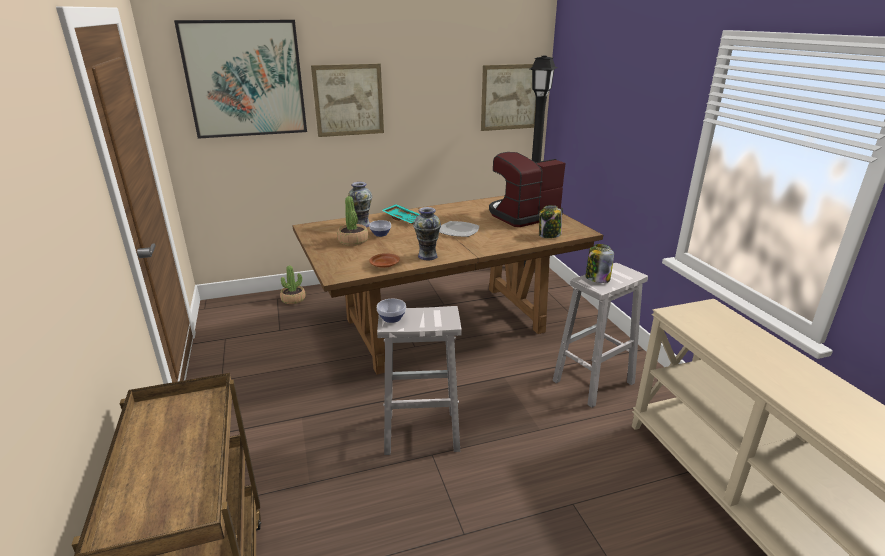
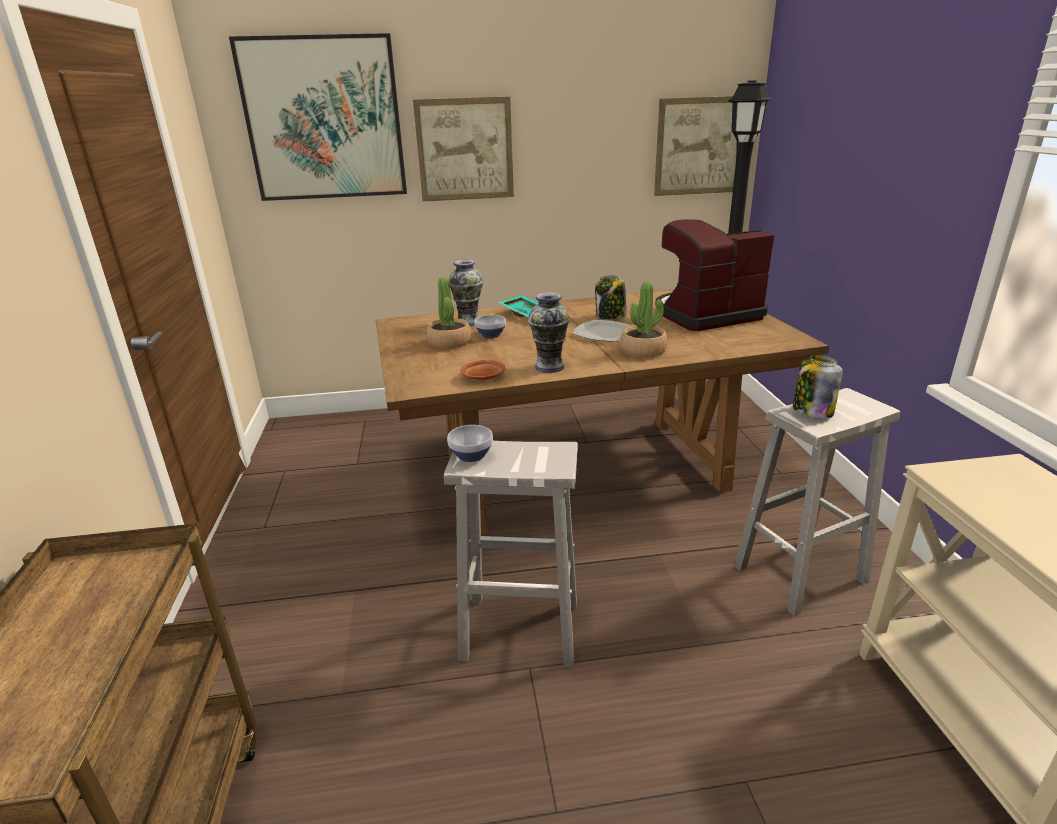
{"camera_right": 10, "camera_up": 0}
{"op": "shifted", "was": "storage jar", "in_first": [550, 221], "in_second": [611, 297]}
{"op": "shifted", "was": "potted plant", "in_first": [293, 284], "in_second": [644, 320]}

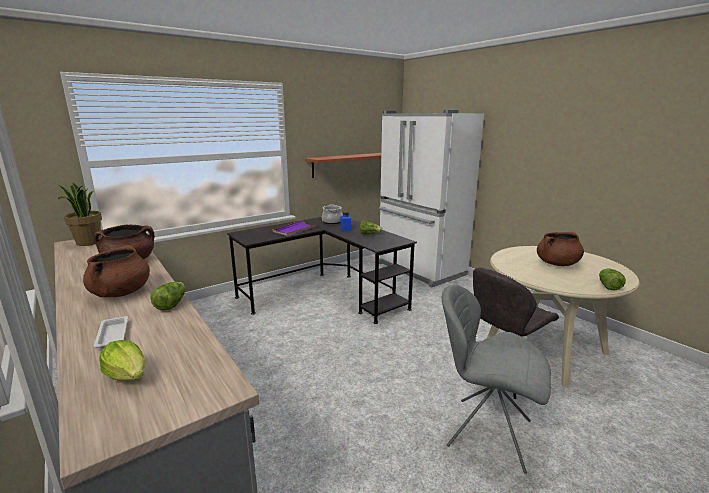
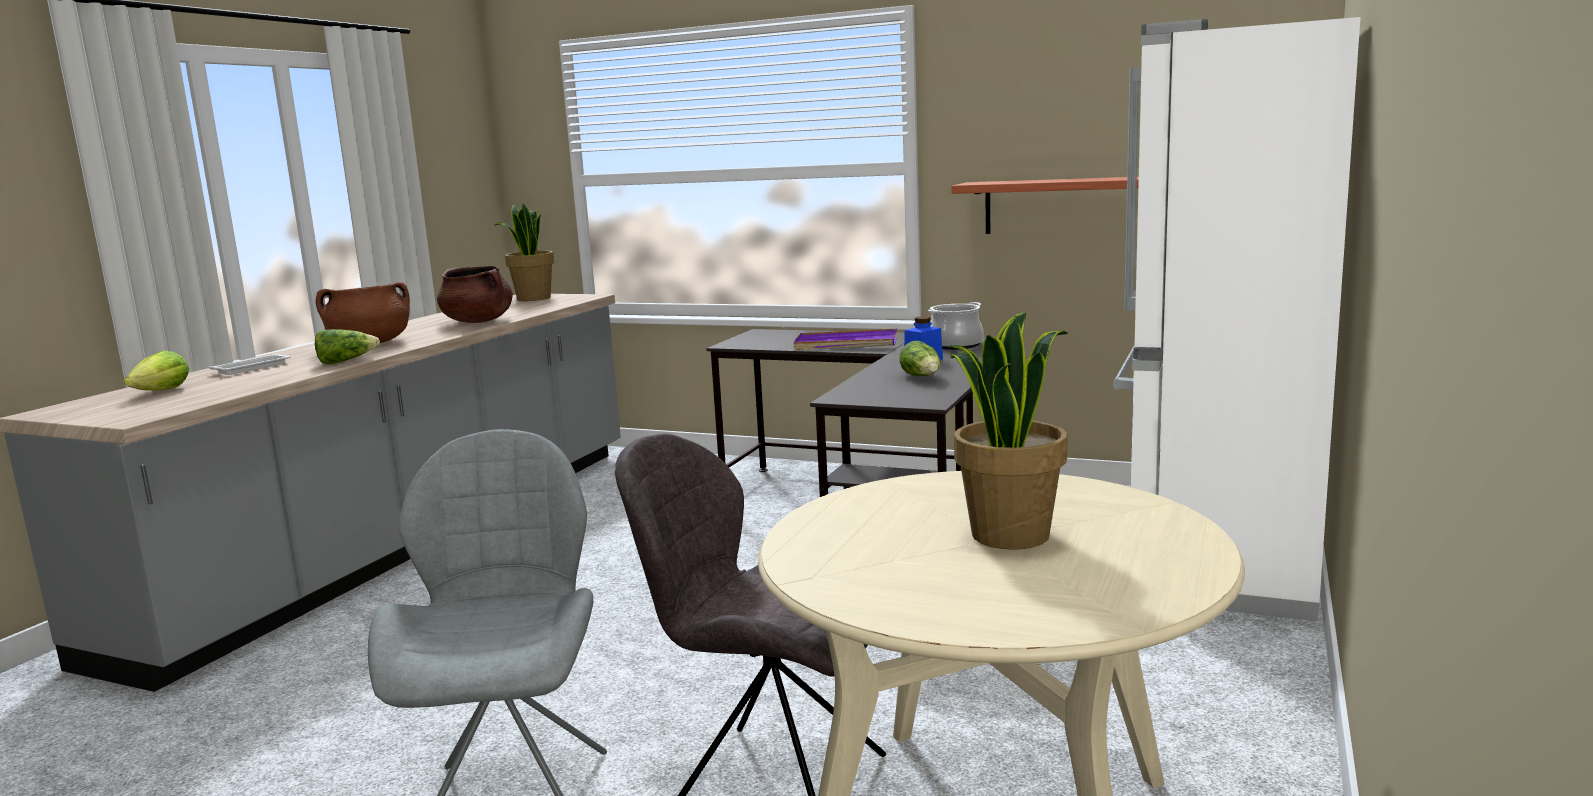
{"camera_right": 60, "camera_up": -5}
{"op": "swapped", "was": "brownish saucepot", "now": "potted plant", "in_first": [560, 249], "in_second": [1008, 431]}
{"op": "gone", "was": "lettuce", "in_first": [612, 279]}

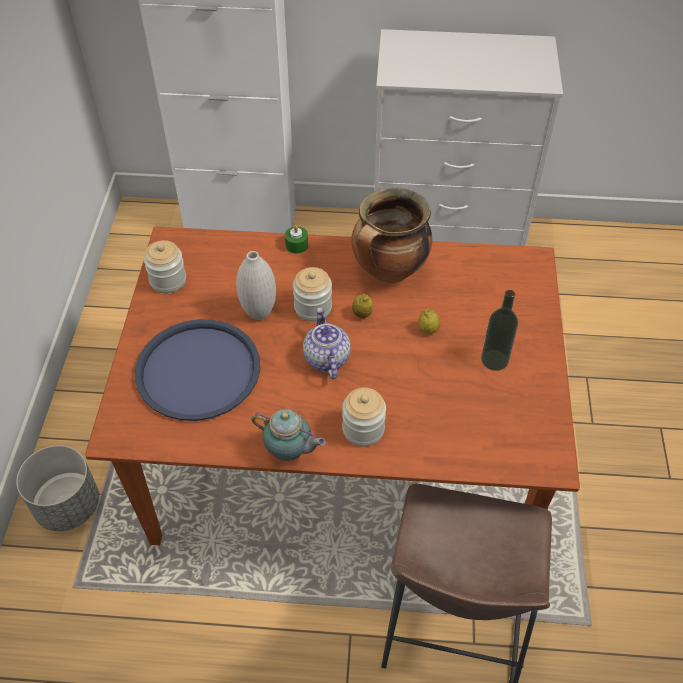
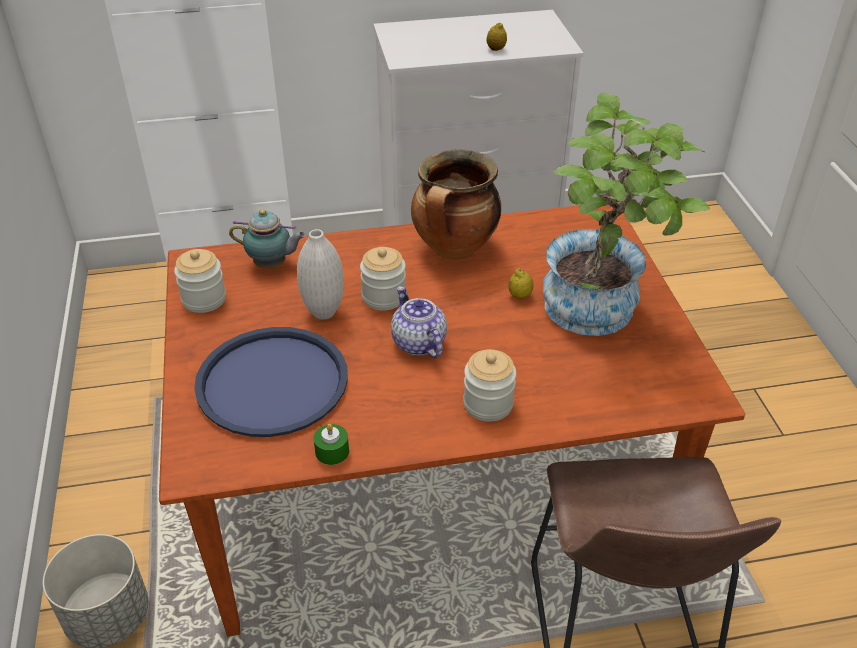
{"camera_right": -15, "camera_up": -10}
{"op": "shifted", "was": "tea pot", "in_first": [288, 435], "in_second": [267, 238]}
{"op": "shifted", "was": "greenish candle", "in_first": [296, 239], "in_second": [331, 444]}
{"op": "shifted", "was": "citrus fruit", "in_first": [362, 306], "in_second": [496, 36]}
{"op": "swapped", "was": "beverage bottle", "now": "potted plant", "in_first": [499, 330], "in_second": [626, 214]}

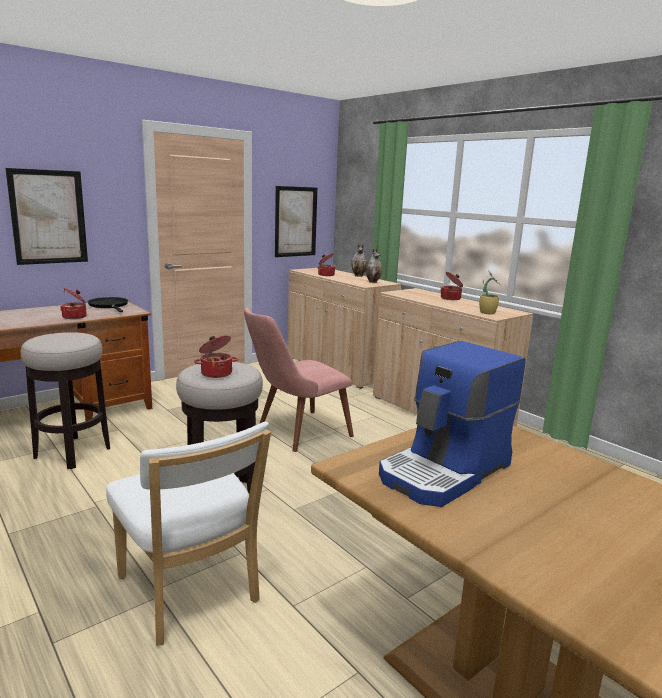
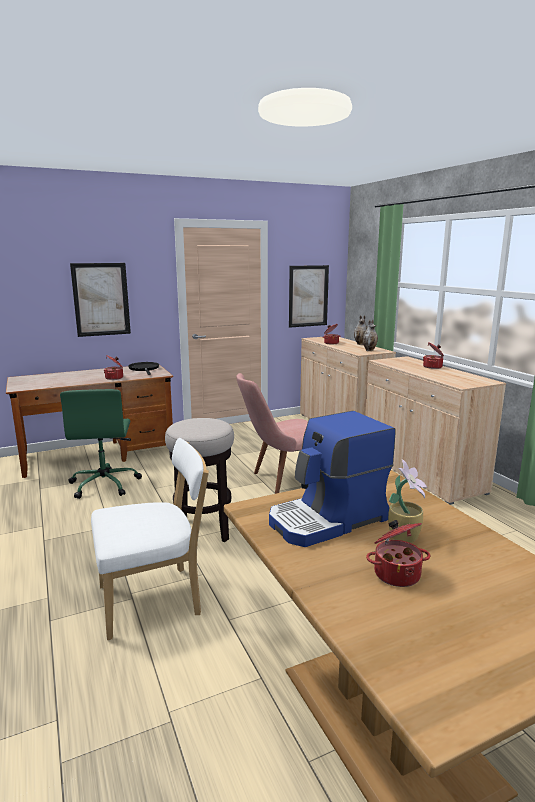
{"camera_right": 15, "camera_up": 0}
{"op": "swapped", "was": "stool seat", "now": "greenish computer chair", "in_first": [65, 400], "in_second": [101, 444]}
{"op": "rotated", "was": "whitish chair", "in_first": [188, 534], "in_second": [150, 539], "clockwise": -90}
{"op": "shifted", "was": "saucepot", "in_first": [216, 356], "in_second": [398, 553]}
{"op": "shifted", "was": "potted plant", "in_first": [490, 292], "in_second": [407, 501]}

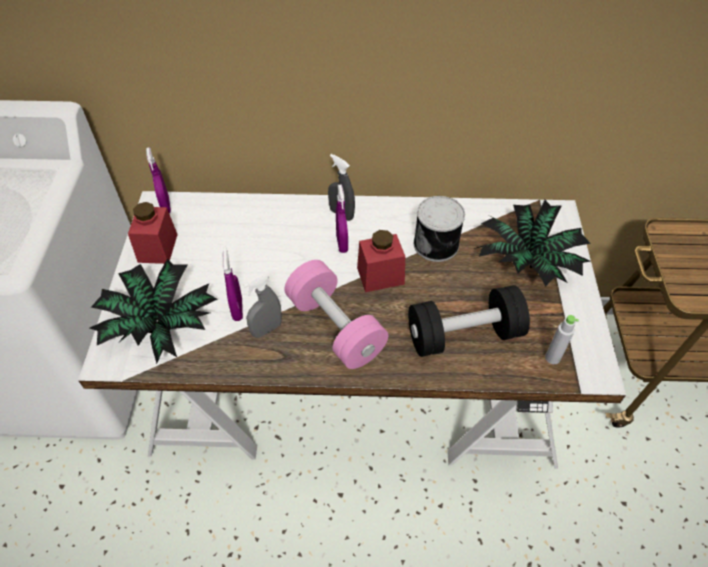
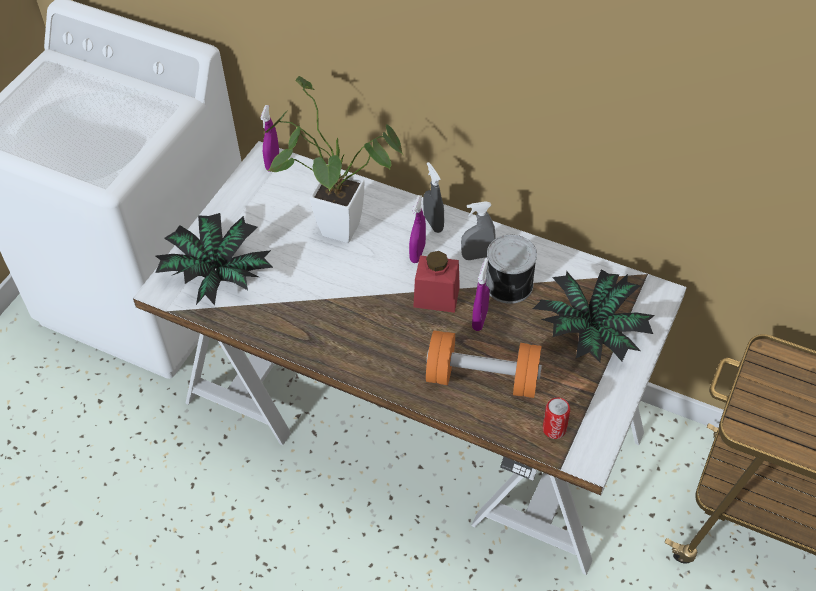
{"camera_right": 25, "camera_up": 0}
{"op": "new", "now": "potted plant", "in_second": [334, 159]}
{"op": "repainted", "was": "black-coloured hand weight", "now": "orange hand weight", "in_first": [469, 321], "in_second": [484, 364]}
{"op": "shifted", "was": "greyish hand sprayer", "in_first": [262, 306], "in_second": [478, 230]}
{"op": "shifted", "was": "purple hand sprayer", "in_first": [233, 284], "in_second": [481, 294]}
{"op": "swapped", "was": "greyish beverage bottle", "now": "can", "in_first": [562, 339], "in_second": [556, 418]}
{"op": "gone", "was": "reddish storage jar", "in_first": [153, 233]}
{"op": "gone", "was": "pinkish hand weight", "in_first": [336, 314]}

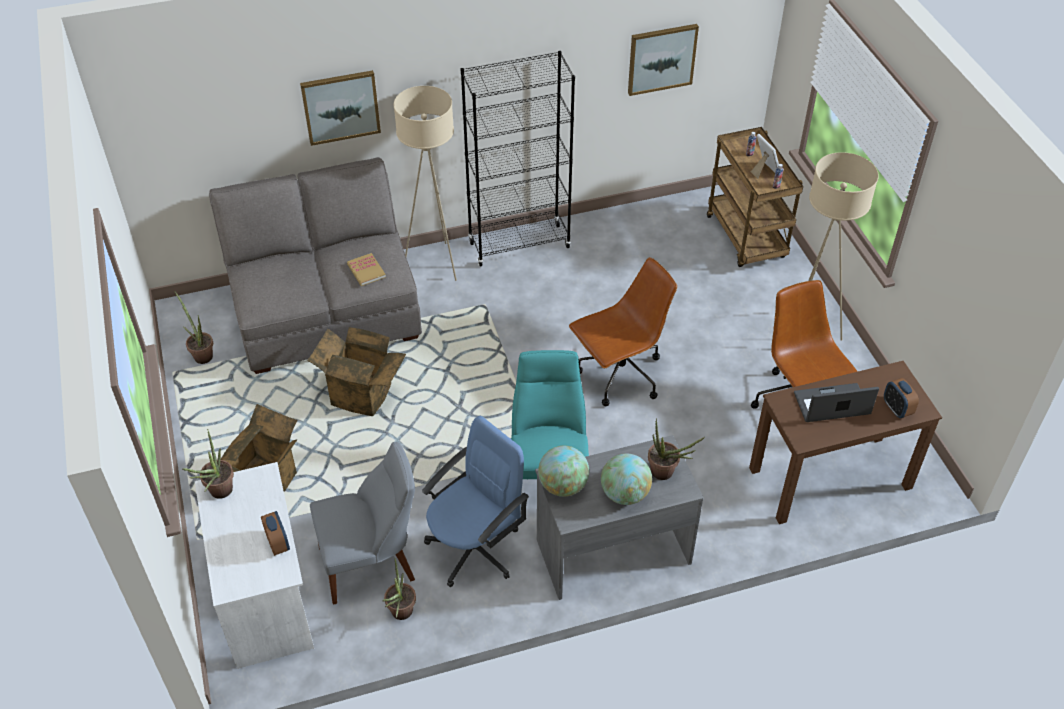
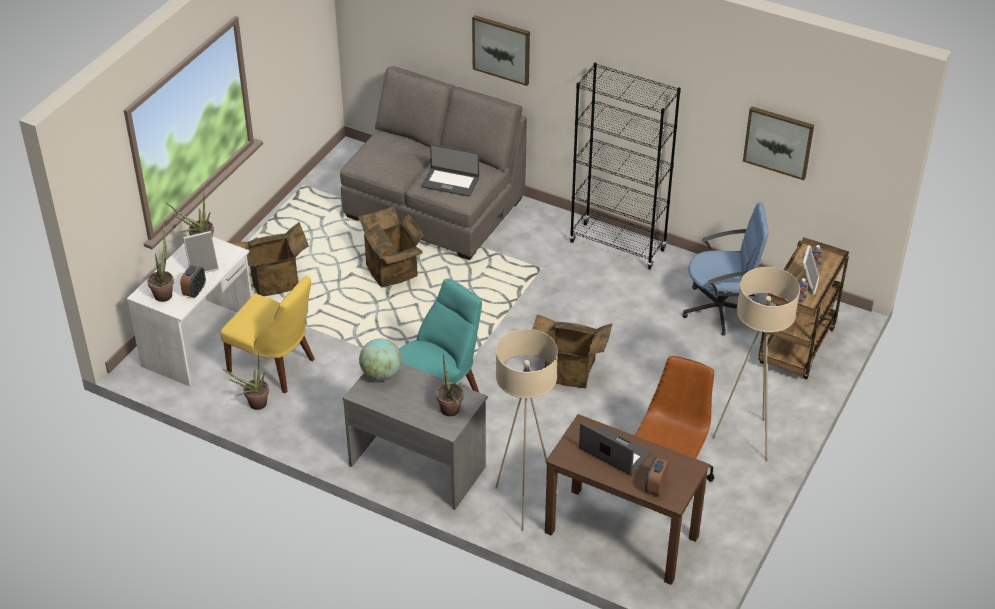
{"camera_right": 45, "camera_up": -5}
{"op": "shifted", "was": "potted plant", "in_first": [193, 327], "in_second": [160, 263]}
{"op": "new", "now": "standing frame", "in_second": [201, 252]}
{"op": "repainted", "was": "greyish chair", "now": "yellow-coloured chair", "in_first": [362, 523], "in_second": [267, 334]}
{"op": "swapped", "was": "volume", "now": "notebook computer", "in_first": [366, 269], "in_second": [450, 170]}
{"op": "shifted", "was": "beige floor lamp", "in_first": [425, 183], "in_second": [526, 430]}
{"op": "swapped", "was": "brownish computer chair", "now": "packing box", "in_first": [623, 331], "in_second": [572, 351]}
{"op": "shifted", "was": "bluish computer chair", "in_first": [475, 501], "in_second": [726, 269]}
{"op": "gone", "was": "world globe", "in_first": [626, 479]}

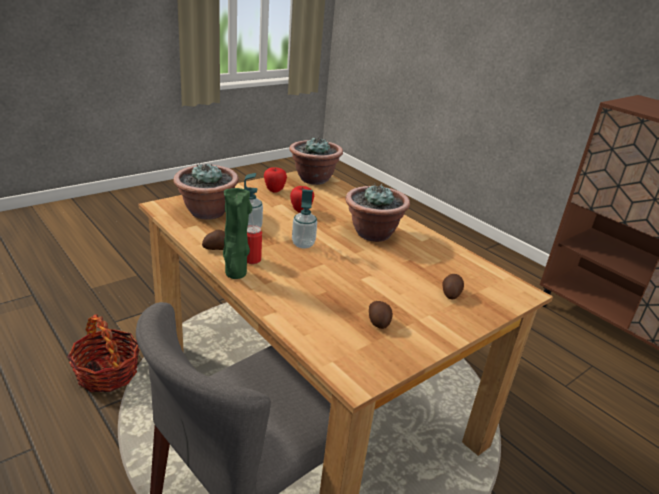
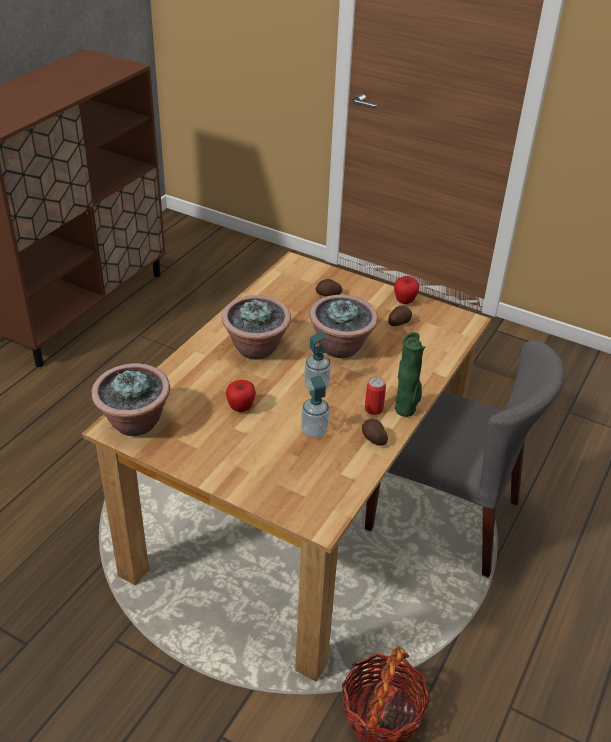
{"camera_right": -110, "camera_up": 10}
{"op": "shifted", "was": "potted plant", "in_first": [206, 191], "in_second": [343, 326]}
{"op": "shifted", "was": "apple", "in_first": [275, 180], "in_second": [406, 290]}

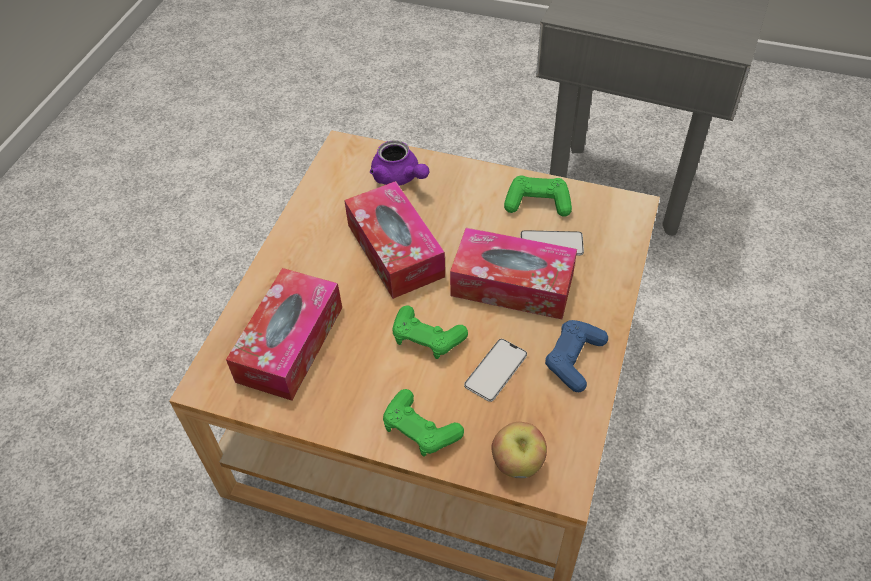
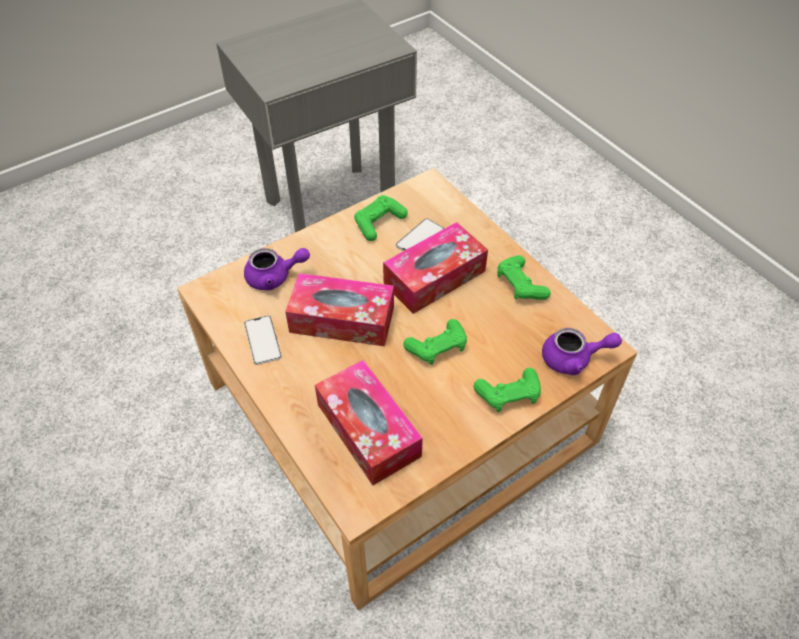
{"camera_right": -55, "camera_up": 0}
{"op": "shifted", "was": "phone", "in_first": [495, 370], "in_second": [263, 340]}
{"op": "repainted", "was": "bluish joypad", "now": "greenish joypad", "in_first": [576, 356], "in_second": [524, 277]}
{"op": "swapped", "was": "apple", "now": "purple tea pot", "in_first": [519, 450], "in_second": [582, 351]}

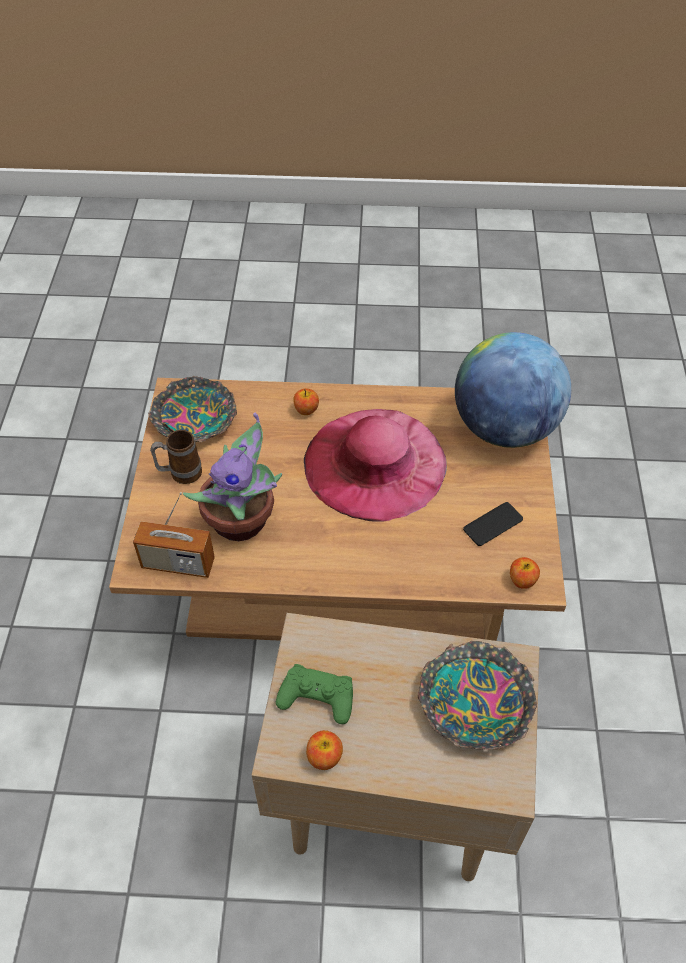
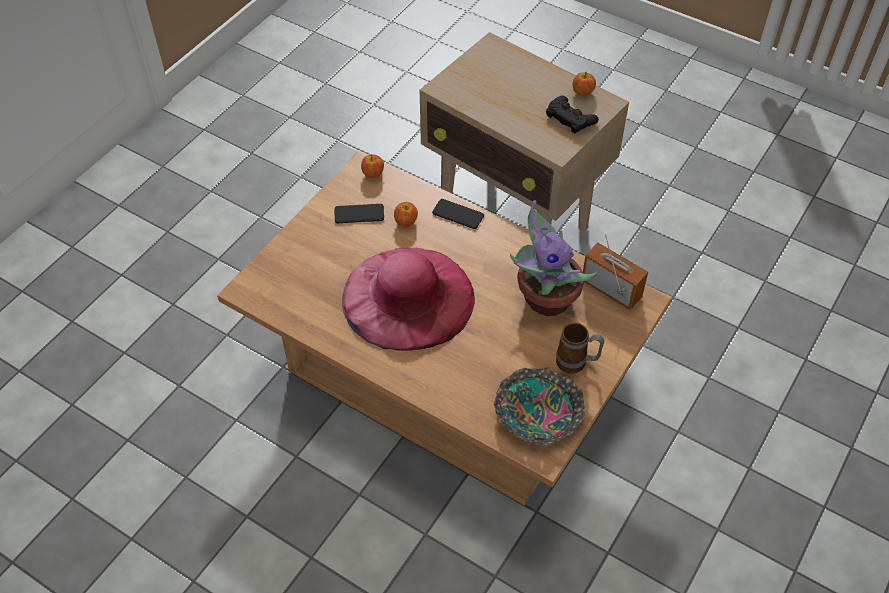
{"camera_right": -150, "camera_up": 0}
{"op": "shifted", "was": "apple", "in_first": [306, 401], "in_second": [406, 214]}
{"op": "new", "now": "phone", "in_second": [458, 214]}
{"op": "repainted", "was": "greenish joypad", "now": "black-coloured joypad", "in_first": [314, 694], "in_second": [572, 115]}
{"op": "gone", "was": "bowl", "in_first": [477, 695]}
{"op": "gone", "was": "world globe", "in_first": [513, 390]}

